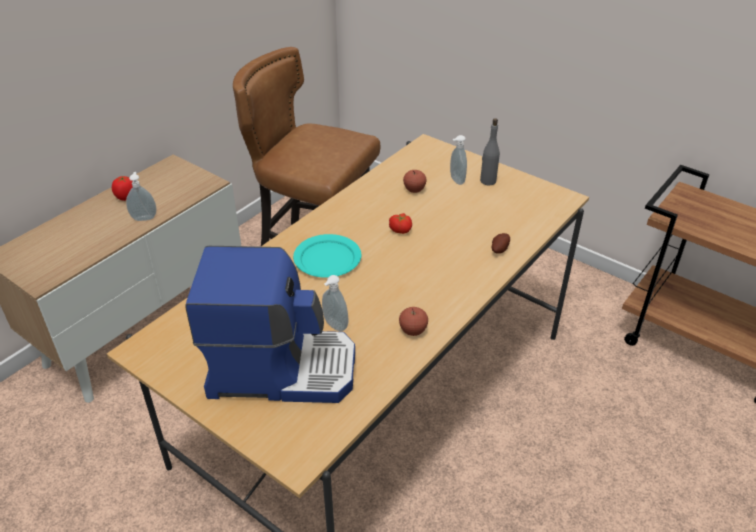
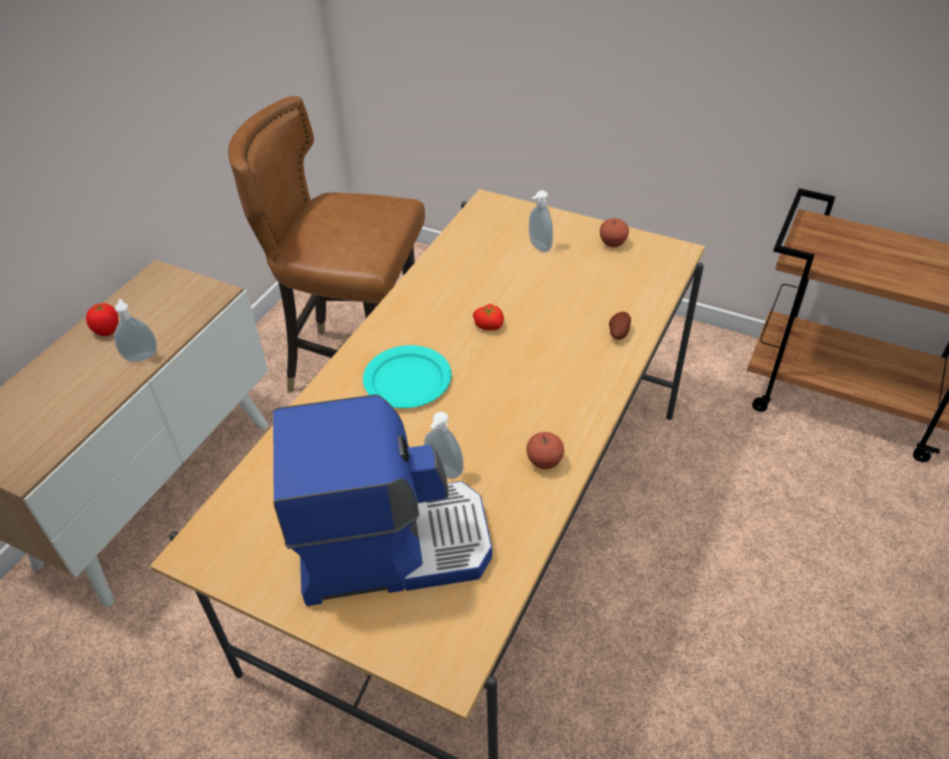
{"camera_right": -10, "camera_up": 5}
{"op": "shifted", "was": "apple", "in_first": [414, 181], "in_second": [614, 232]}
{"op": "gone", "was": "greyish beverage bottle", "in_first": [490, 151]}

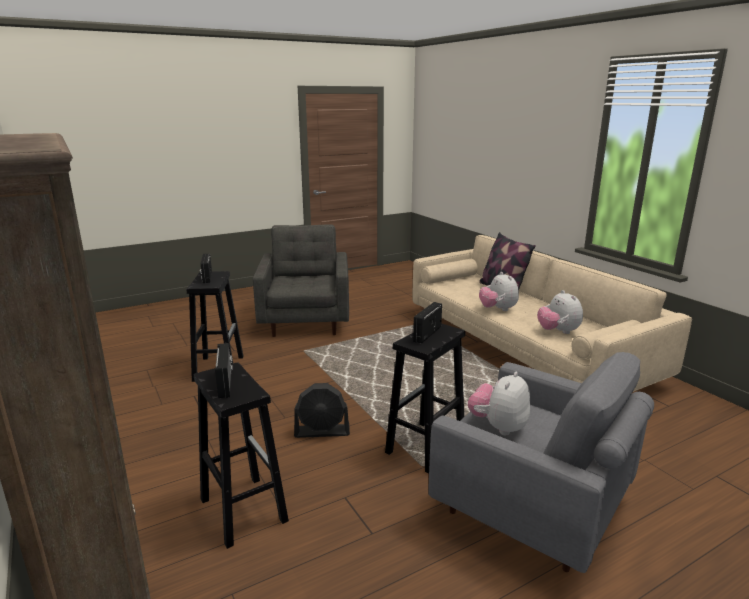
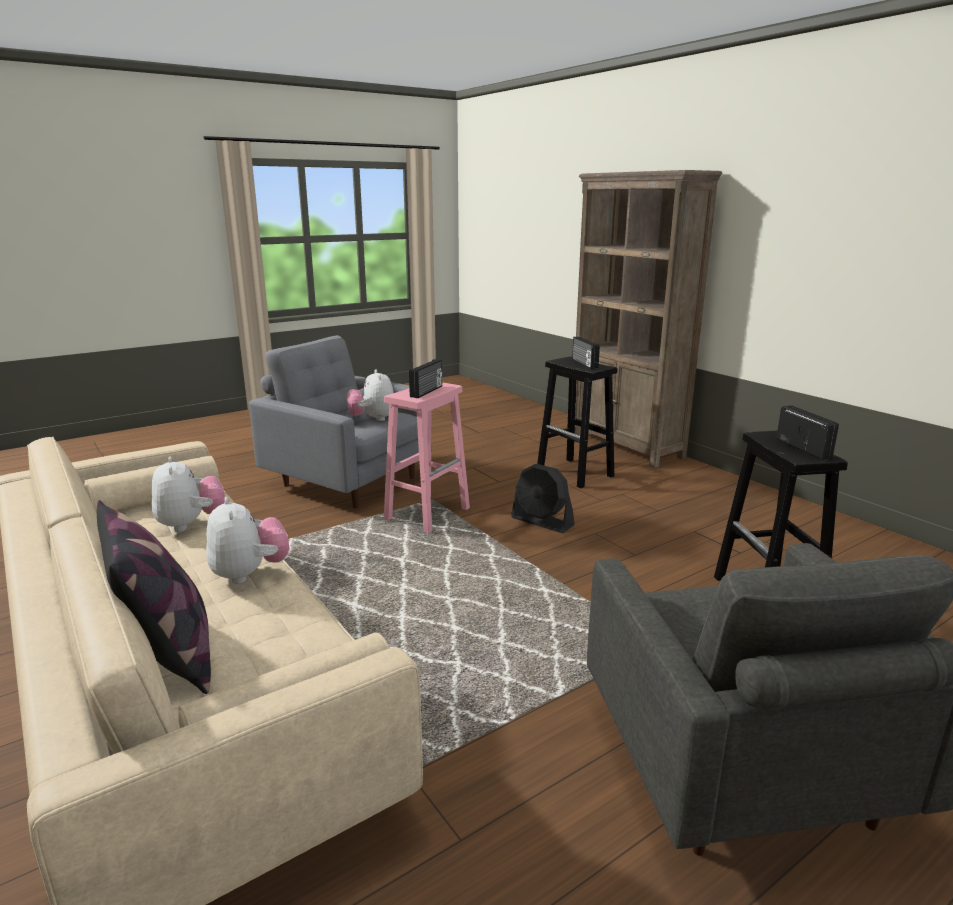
{"camera_right": 175, "camera_up": 0}
{"op": "rotated", "was": "plush toy", "in_first": [499, 403], "in_second": [370, 395], "clockwise": 135}
{"op": "repainted", "was": "black-coloured stool seat", "now": "pinkish stool seat", "in_first": [425, 398], "in_second": [427, 457]}
{"op": "rotated", "was": "black-coloured electric fan", "in_first": [322, 410], "in_second": [542, 498], "clockwise": -135}

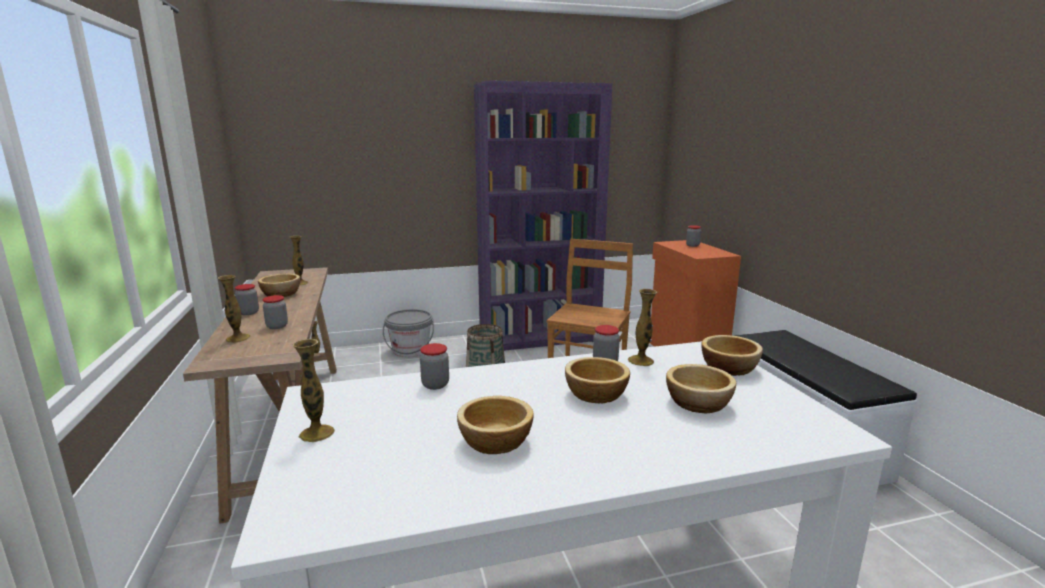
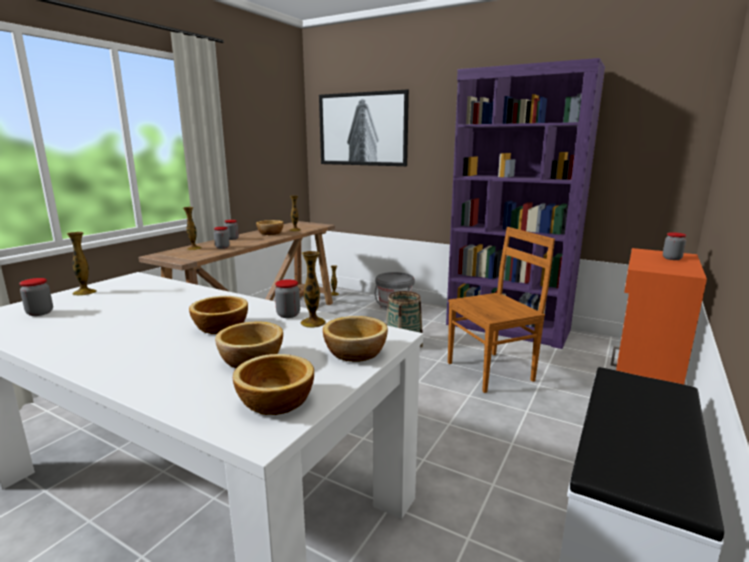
{"camera_right": 45, "camera_up": 0}
{"op": "shifted", "was": "storage jar", "in_first": [434, 366], "in_second": [36, 297]}
{"op": "shifted", "was": "bowl", "in_first": [495, 425], "in_second": [273, 384]}
{"op": "new", "now": "picture", "in_second": [364, 127]}

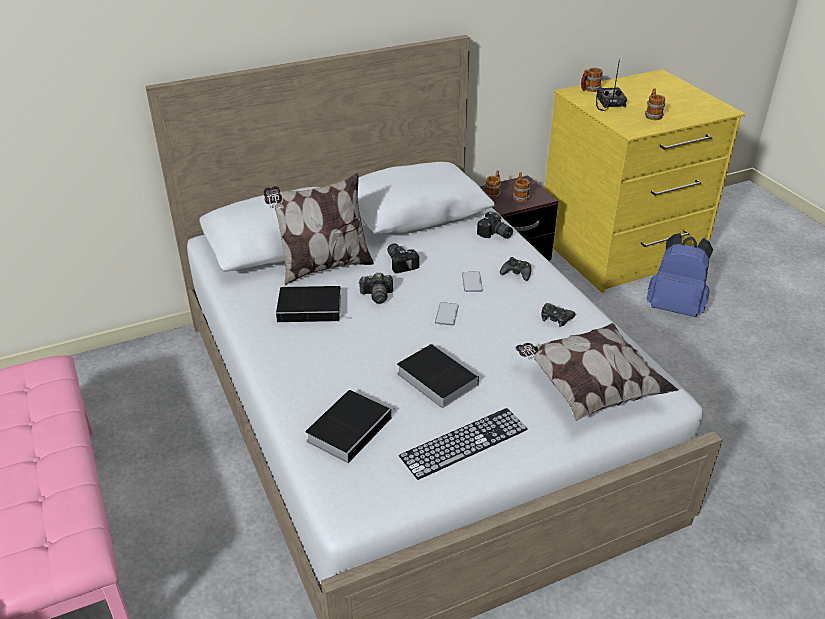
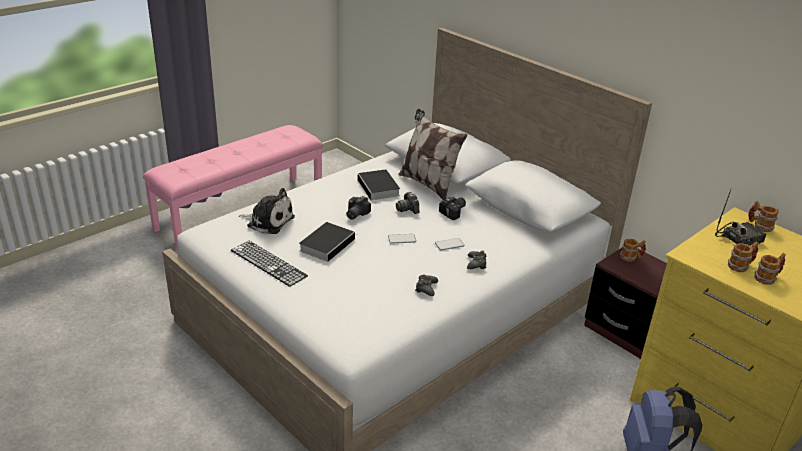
{"camera_right": 70, "camera_up": -5}
{"op": "swapped", "was": "volume", "now": "plush toy", "in_first": [351, 426], "in_second": [267, 211]}
{"op": "shifted", "was": "photo camera", "in_first": [495, 225], "in_second": [359, 208]}
{"op": "shifted", "was": "coffee mug", "in_first": [521, 187], "in_second": [770, 269]}
{"op": "gone", "was": "throw pillow", "in_first": [597, 372]}

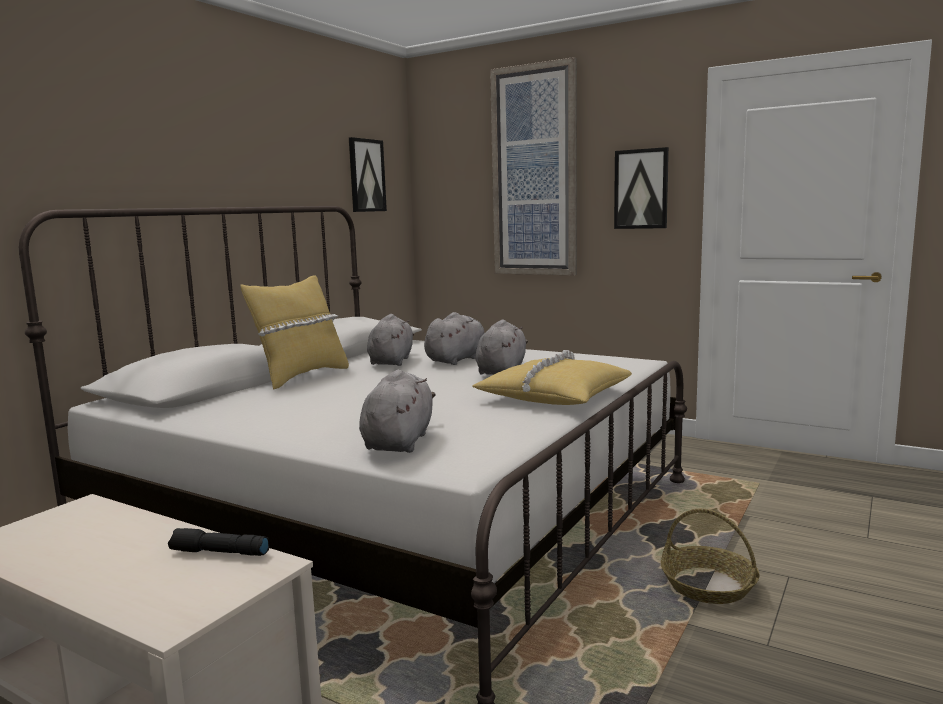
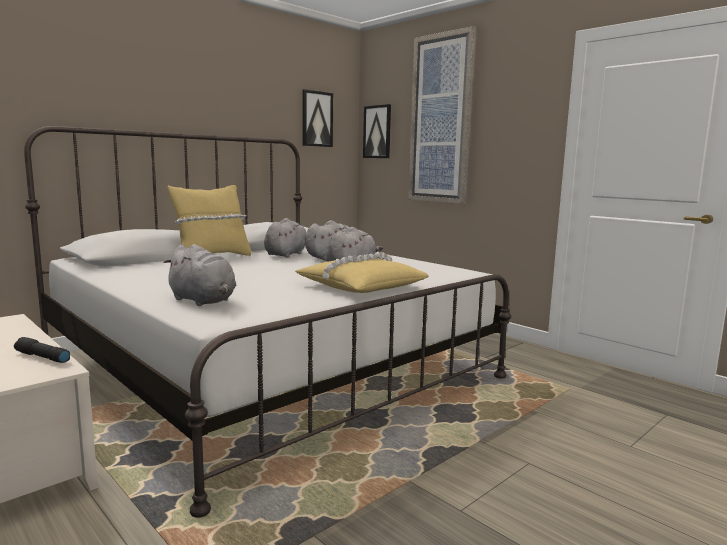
{"camera_right": 15, "camera_up": 0}
{"op": "rotated", "was": "greyish plush toy", "in_first": [397, 411], "in_second": [199, 275], "clockwise": 105}
{"op": "shifted", "was": "picture", "in_first": [641, 188], "in_second": [377, 131]}
{"op": "gone", "was": "storage basket", "in_first": [710, 556]}

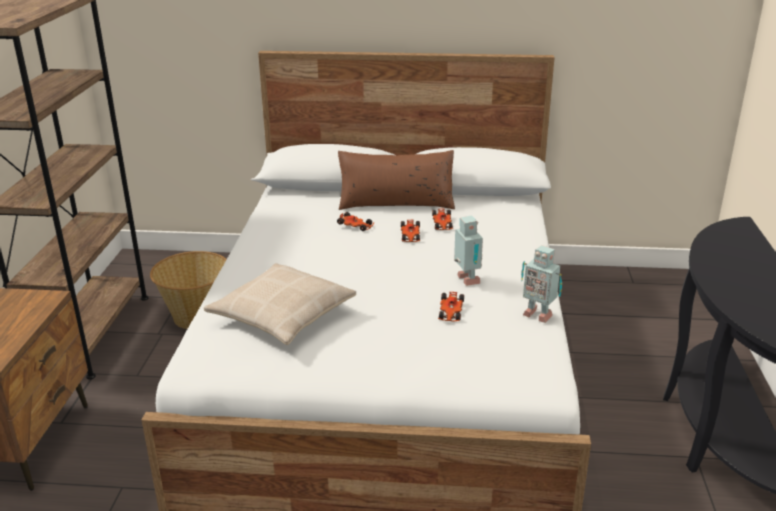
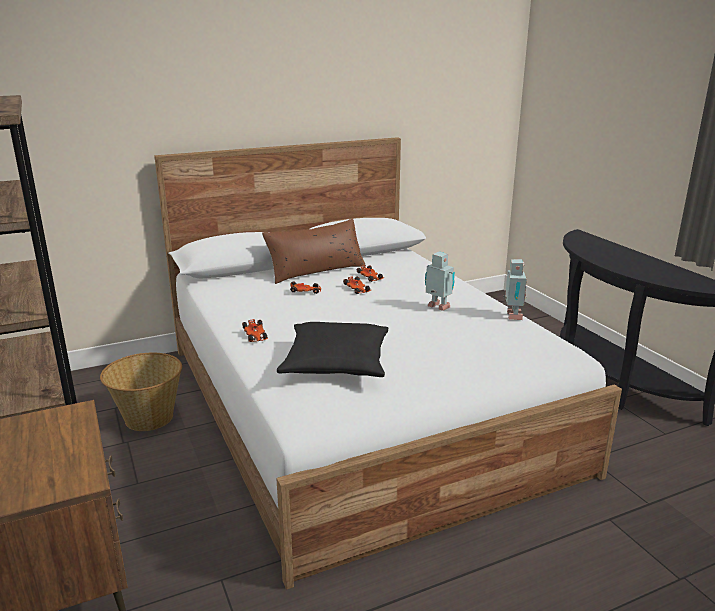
{"camera_right": -30, "camera_up": -5}
{"op": "shifted", "was": "model car", "in_first": [451, 306], "in_second": [255, 330]}
{"op": "repainted", "was": "beige throw pillow", "now": "black-coloured throw pillow", "in_first": [280, 304], "in_second": [332, 349]}
{"op": "rotated", "was": "model robot", "in_first": [541, 284], "in_second": [515, 289], "clockwise": -90}

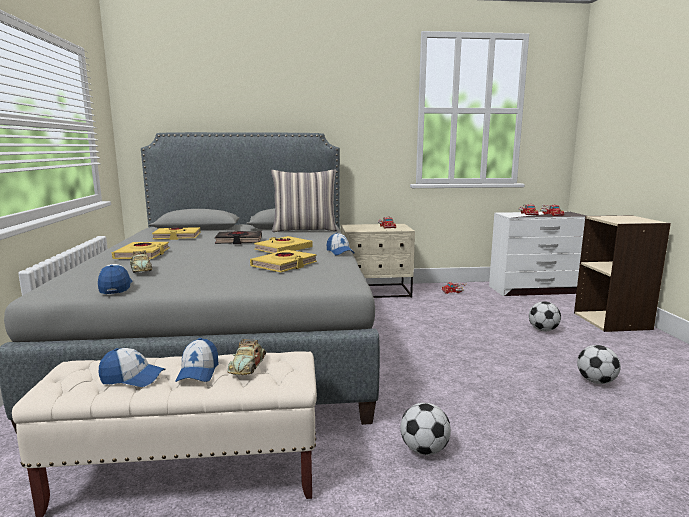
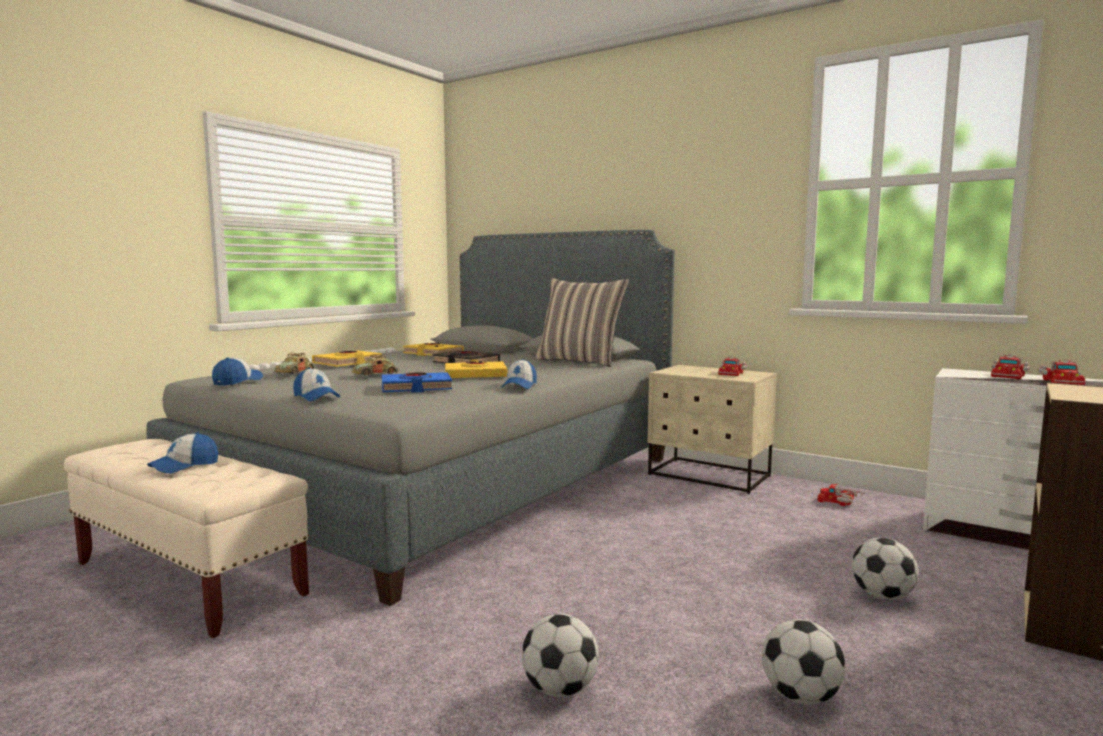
{"camera_right": 40, "camera_up": -5}
{"op": "shifted", "was": "baseball cap", "in_first": [132, 367], "in_second": [316, 385]}
{"op": "shifted", "was": "model car", "in_first": [246, 357], "in_second": [375, 365]}
{"op": "repainted", "was": "yellow-coloured volume", "now": "bluish volume", "in_first": [283, 261], "in_second": [417, 382]}
{"op": "shifted", "was": "ball for football", "in_first": [425, 429], "in_second": [560, 655]}

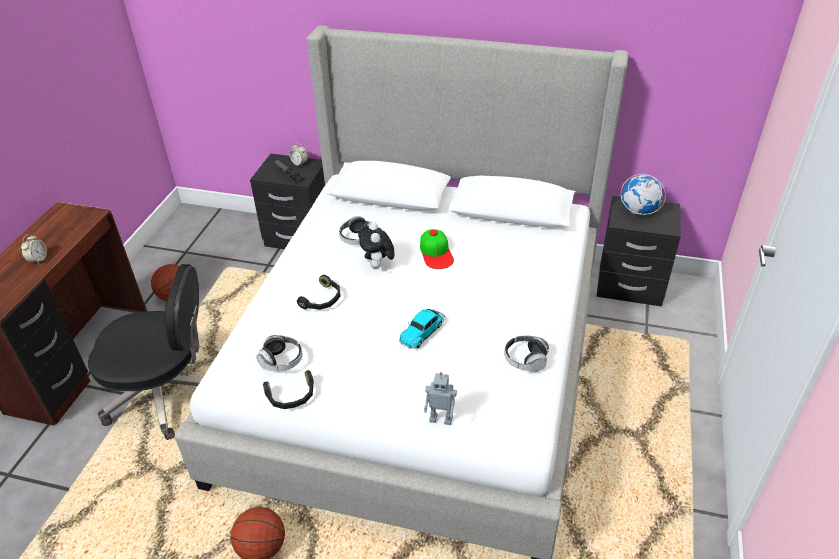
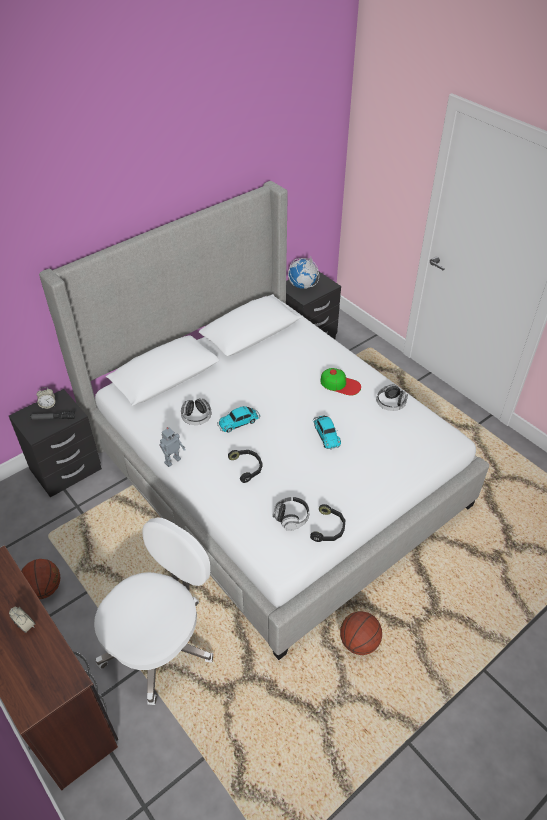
{"camera_right": -55, "camera_up": 5}
{"op": "repainted", "was": "black-coloured computer chair", "now": "whitish computer chair", "in_first": [145, 352], "in_second": [153, 611]}
{"op": "shifted", "was": "model robot", "in_first": [440, 398], "in_second": [172, 447]}
{"op": "swapped", "was": "plush toy", "now": "model car", "in_first": [376, 245], "in_second": [238, 419]}
{"op": "shifted", "was": "baseball cap", "in_first": [437, 249], "in_second": [340, 382]}

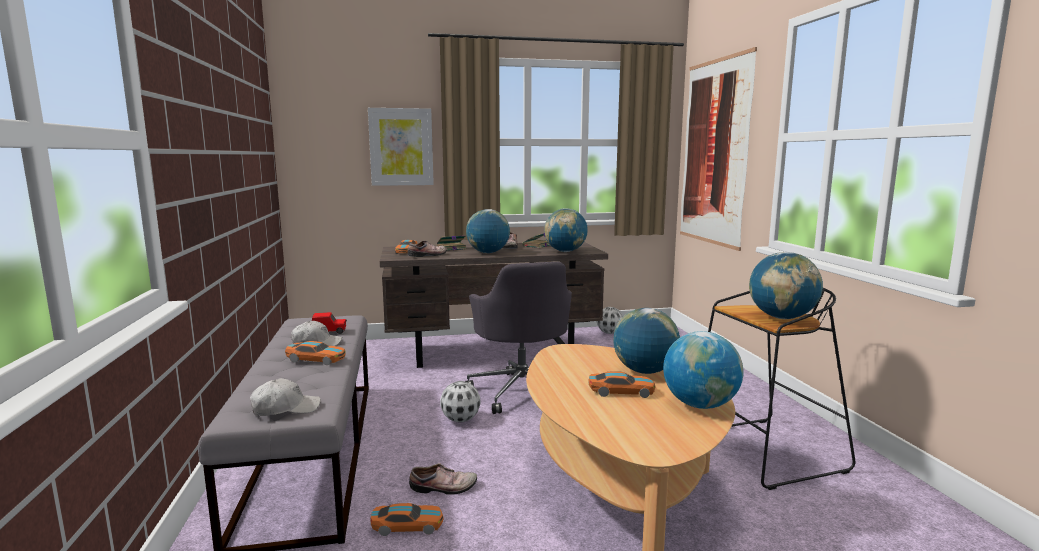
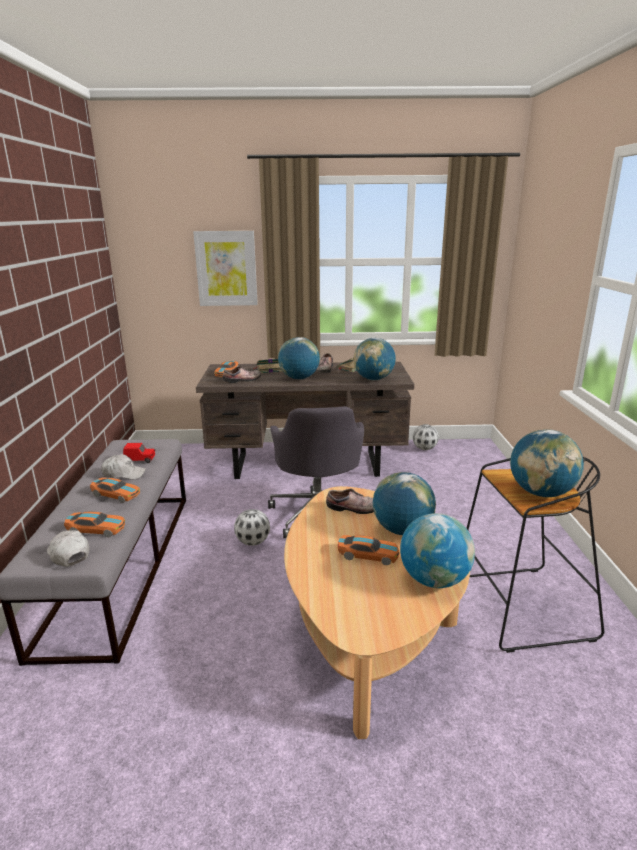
{"camera_right": 10, "camera_up": 10}
{"op": "rotated", "was": "whitish baseball cap", "in_first": [285, 397], "in_second": [68, 548], "clockwise": -120}
{"op": "shifted", "was": "model car", "in_first": [407, 519], "in_second": [94, 524]}
{"op": "shifted", "was": "item of footwear", "in_first": [443, 479], "in_second": [350, 501]}
{"op": "gone", "was": "picture", "in_first": [718, 149]}

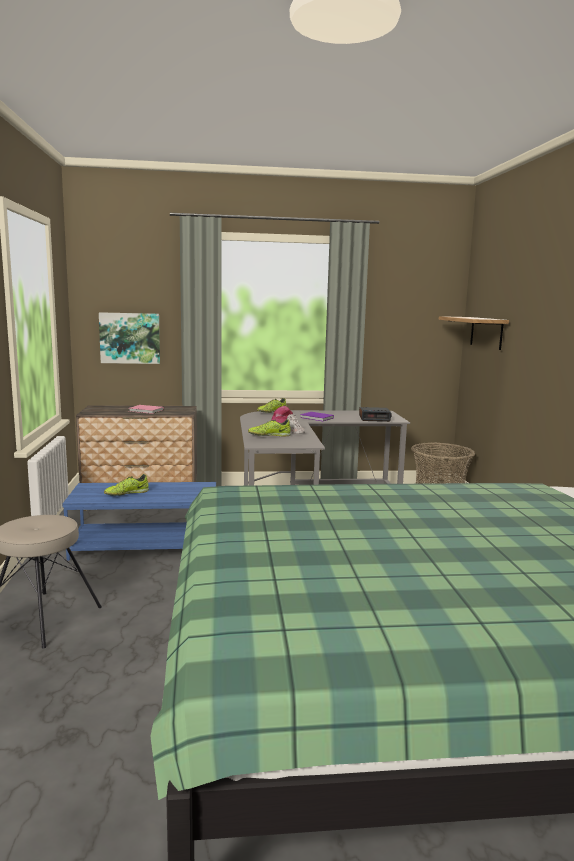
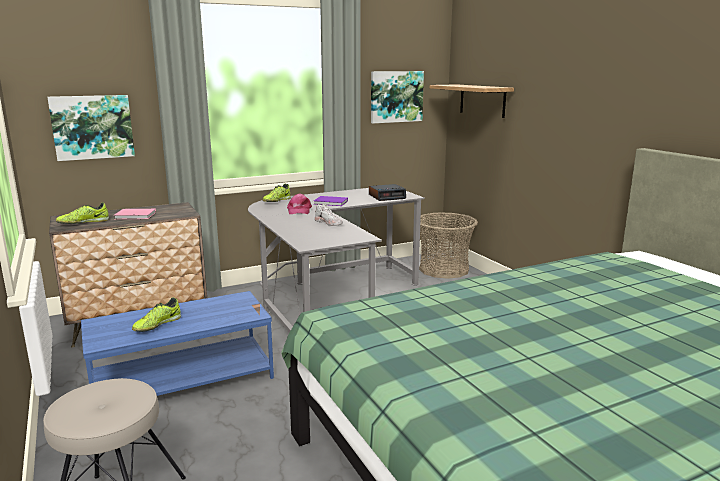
{"camera_right": -20, "camera_up": 5}
{"op": "shifted", "was": "item of footwear", "in_first": [269, 427], "in_second": [82, 213]}
{"op": "new", "now": "picture", "in_second": [397, 97]}

